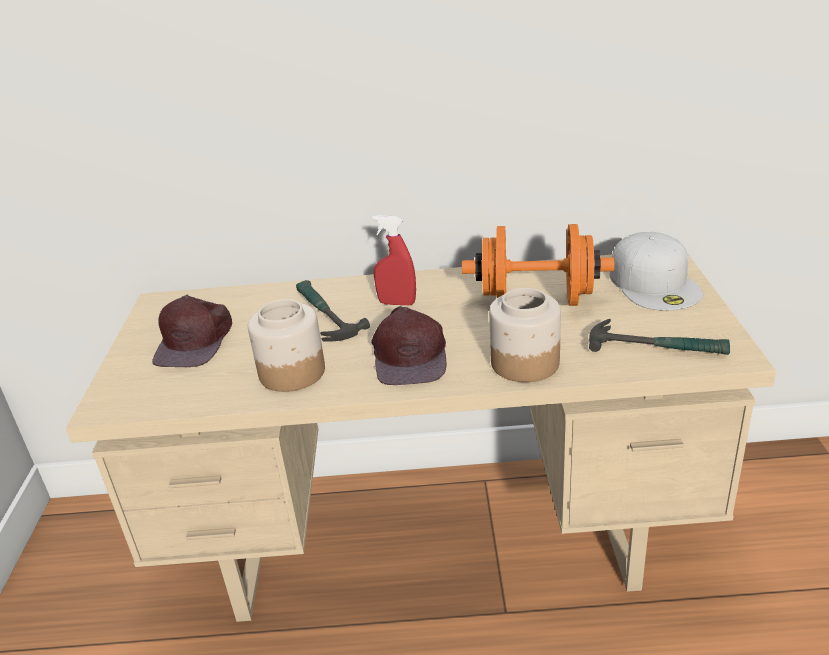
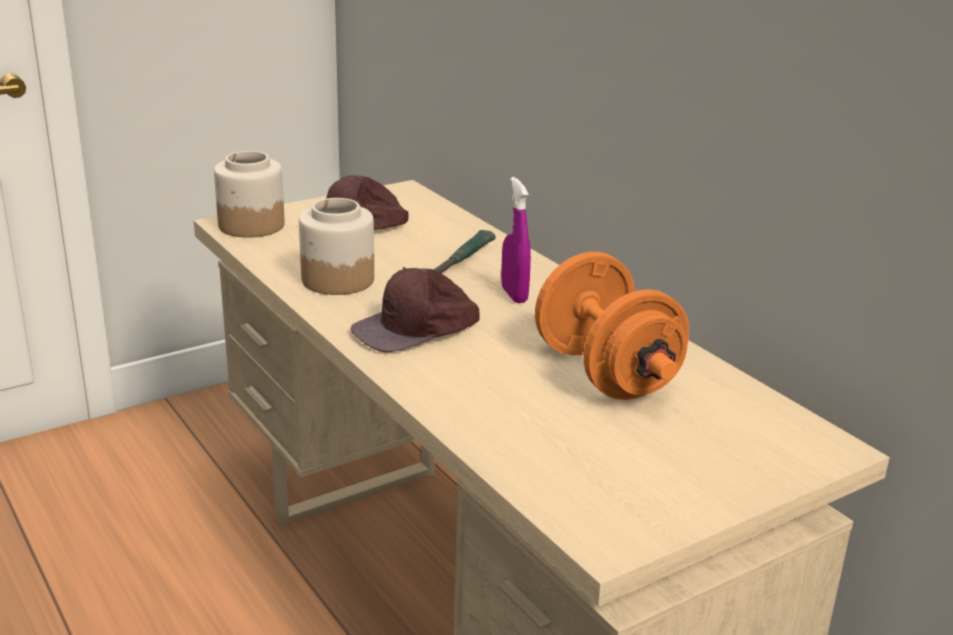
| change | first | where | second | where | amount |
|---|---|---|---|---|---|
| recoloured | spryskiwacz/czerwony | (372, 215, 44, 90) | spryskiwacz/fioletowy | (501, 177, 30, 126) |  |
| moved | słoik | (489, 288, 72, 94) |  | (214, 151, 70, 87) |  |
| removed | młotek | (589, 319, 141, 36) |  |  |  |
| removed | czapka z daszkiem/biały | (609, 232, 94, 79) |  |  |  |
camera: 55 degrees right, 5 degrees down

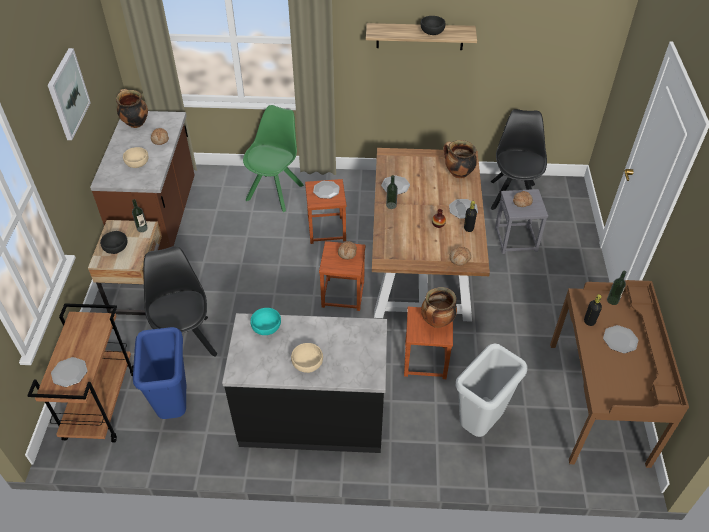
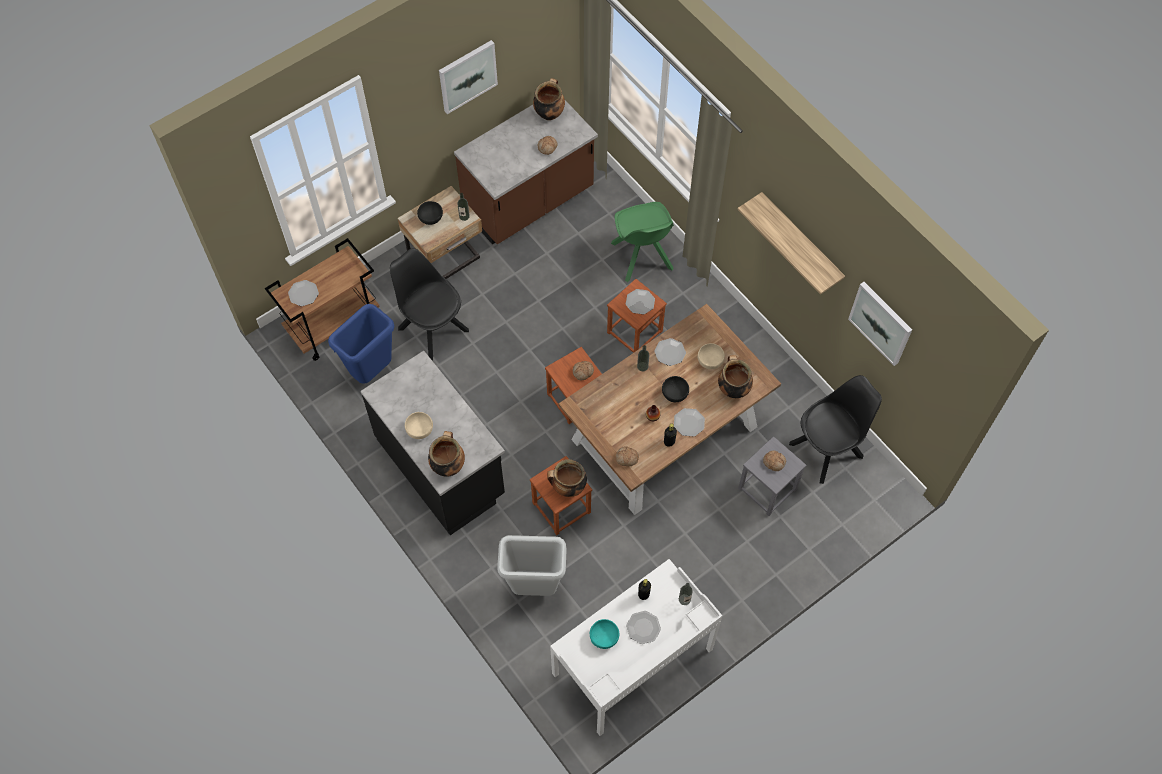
| change | first | where | second | where | amount |
|---|---|---|---|---|---|
| moved | miska/beżowy | (123, 147, 25, 21) |  | (698, 343, 27, 26) |  |
| turned | krzesło/czarny | (143, 246, 74, 111) |  | (390, 248, 79, 113) | 75 degrees counterclockwise |
| turned | krzesło/zielony | (243, 105, 61, 107) |  | (611, 202, 63, 80) | 90 degrees clockwise |
| moved | miska/turkusowy | (250, 308, 31, 27) |  | (590, 619, 29, 30) |  |
| moved | miska/czarny | (420, 16, 25, 19) |  | (662, 376, 27, 26) |  |
| recoloured | biurko/brązowy | (550, 280, 139, 188) | biurko/biały | (550, 559, 172, 177) |  |
| added |  |  | garnek | (428, 431, 37, 46) |  |
| added |  |  | obraz | (848, 282, 64, 84) |  |
camera: 50 degrees right, 15 degrees up

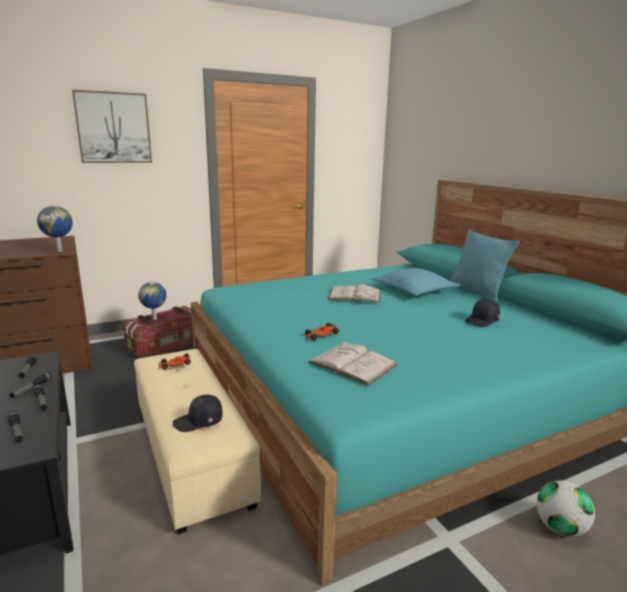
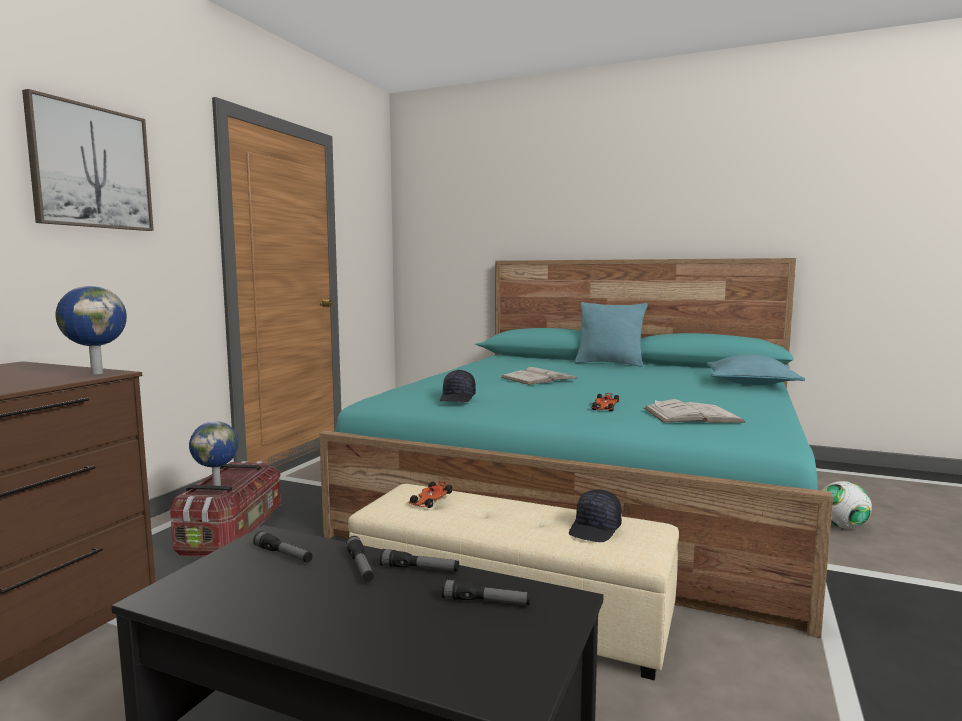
| change | first | where | second | where | amount |
|---|---|---|---|---|---|
| moved | poduszka/turkusowy | (371, 268, 89, 28) |  | (707, 355, 98, 30) |  |
| moved | czapka z daszkiem/czarny | (465, 299, 35, 28) |  | (440, 370, 36, 32) |  |
camera: 40 degrees left, 10 degrees down

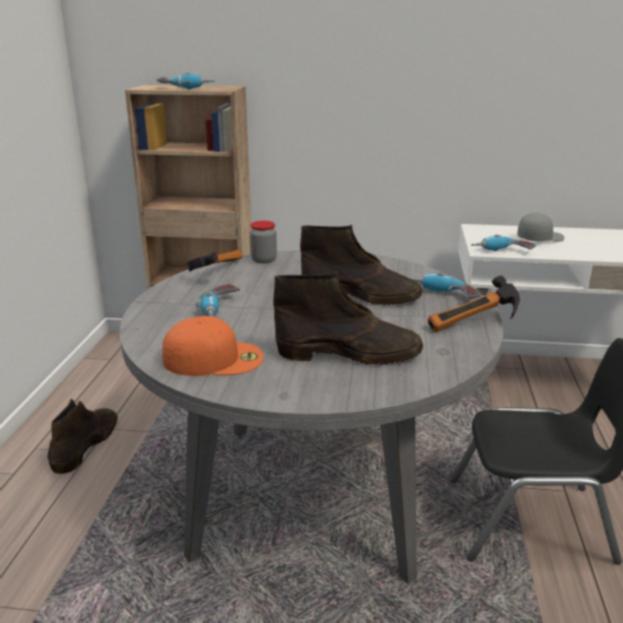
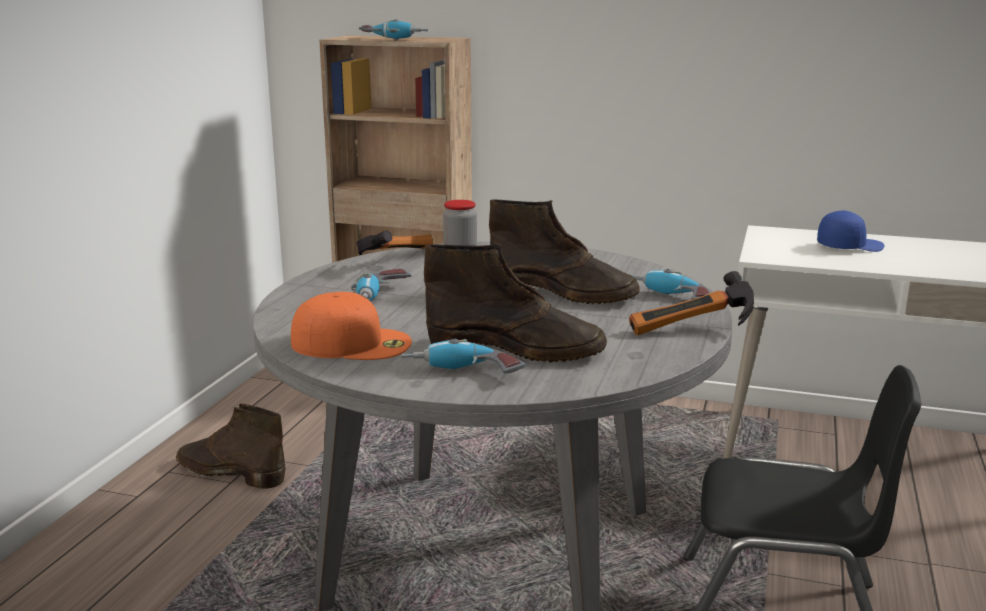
| change | first | where | second | where | amount |
|---|---|---|---|---|---|
| turned | but z cholewką/brązowy | (47, 399, 71, 75) |  | (176, 404, 109, 85) | 90 degrees counterclockwise |
| moved | wiertarka | (471, 235, 65, 16) |  | (402, 338, 124, 36) |  |
| recoloured | czapka z daszkiem/szary | (517, 213, 47, 29) | czapka z daszkiem/niebieski | (817, 210, 68, 42) |  |
camera: 10 degrees right, 5 degrees down

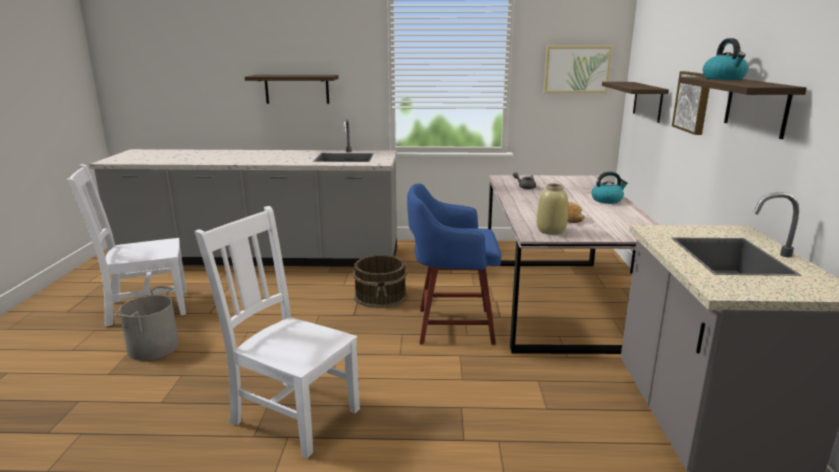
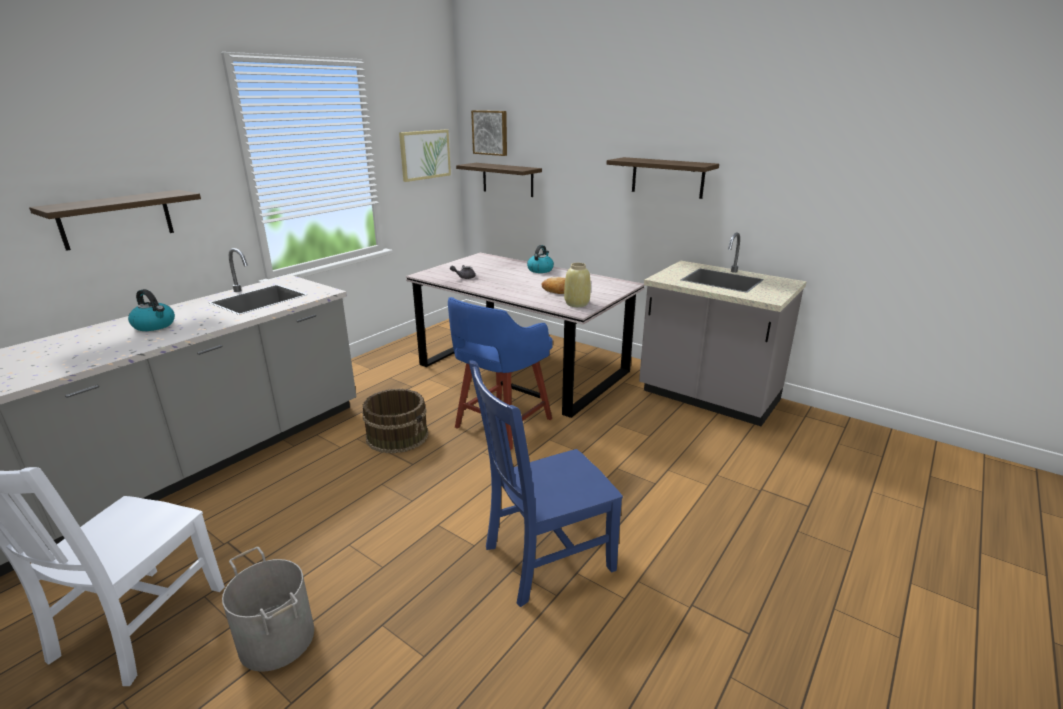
| change | first | where | second | where | amount |
|---|---|---|---|---|---|
| recoloured | krzesło/biały | (195, 206, 165, 252) | krzesło/niebieski | (469, 360, 154, 247) |  |
| moved | obraz | (672, 71, 38, 64) |  | (471, 110, 36, 46) |  |
| moved | czajnik | (703, 38, 46, 42) |  | (128, 289, 47, 42) |  |
camera: 55 degrees left, 5 degrees up

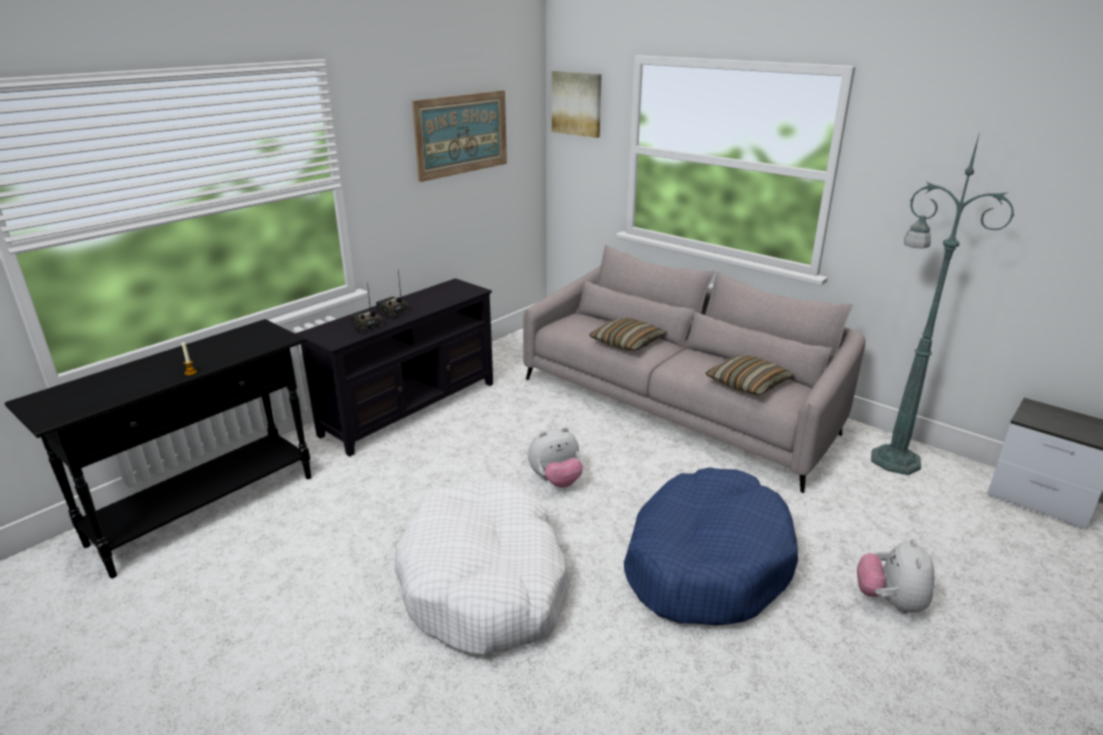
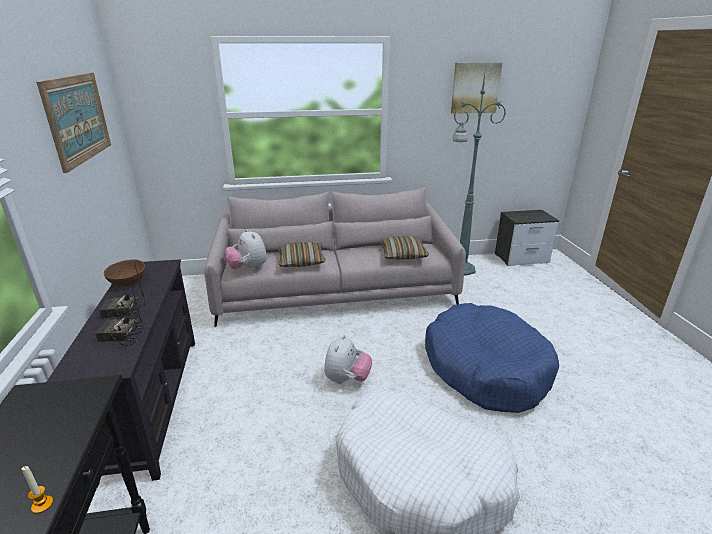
| change | first | where | second | where | amount |
|---|---|---|---|---|---|
| moved | obraz | (552, 71, 50, 67) |  | (451, 62, 52, 52) |  |
| moved | pluszak | (857, 539, 77, 75) |  | (225, 229, 42, 41) |  |
| added |  |  | miska/brązowy | (104, 259, 41, 27) |  |
camera: 50 degrees left, 0 degrees up

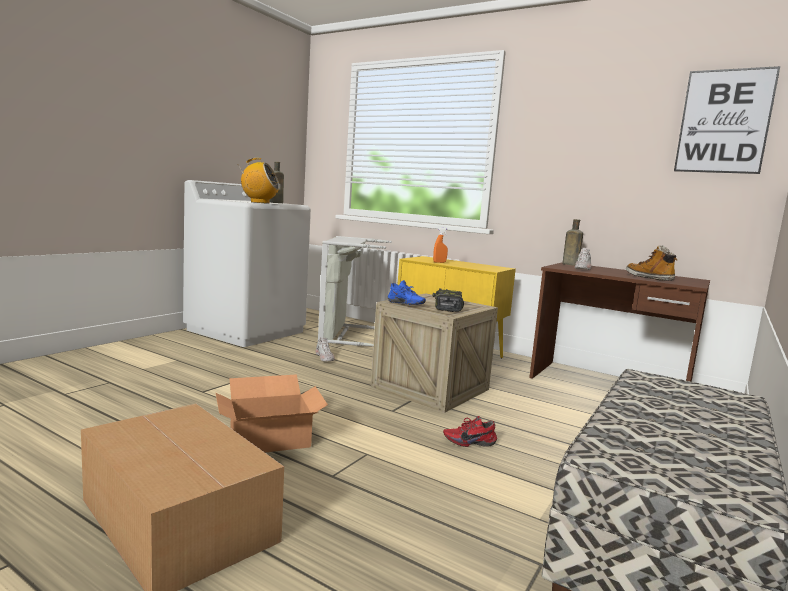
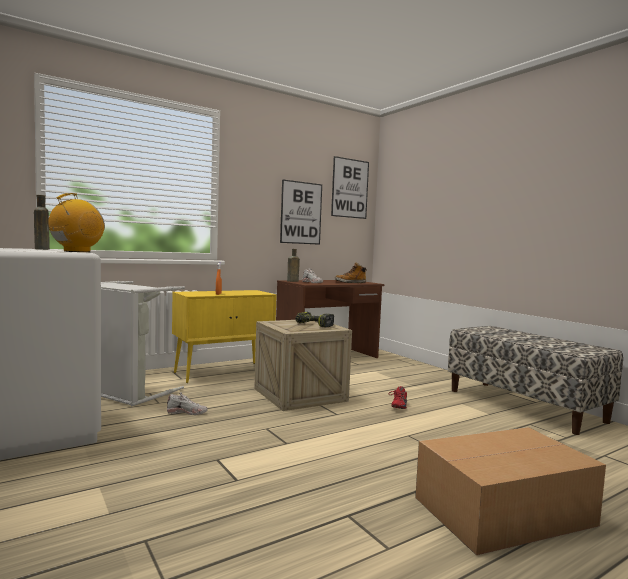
| change | first | where | second | where | amount |
|---|---|---|---|---|---|
| removed | karton | (216, 374, 112, 78) |  |  |  |
| removed | but/niebieski | (388, 280, 38, 25) |  |  |  |
| added |  |  | obraz | (280, 179, 42, 66) |  |
camera: 65 degrees left, 5 degrees down

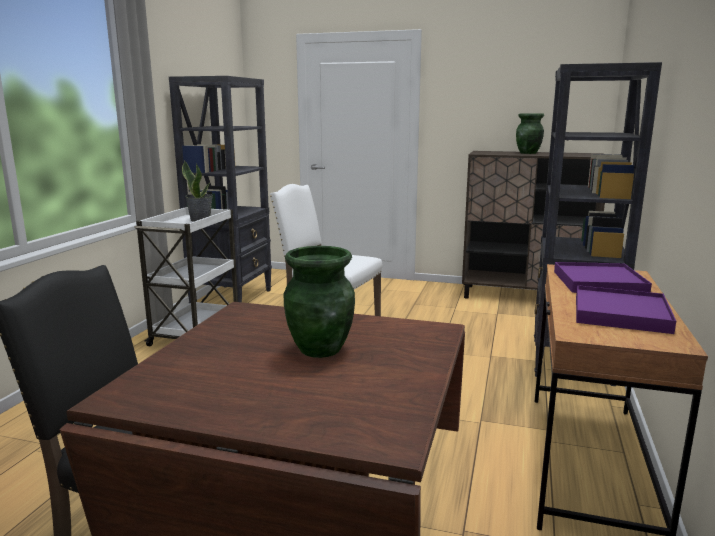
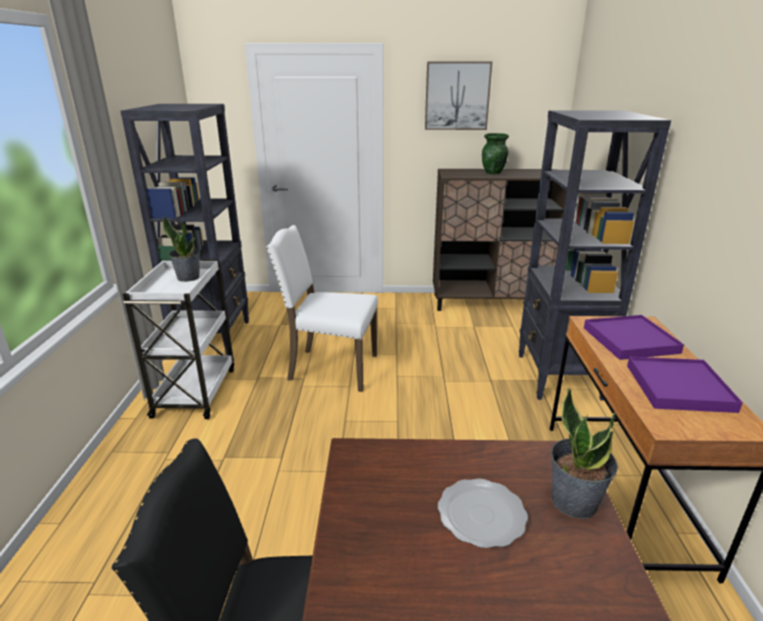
| change | first | where | second | where | amount |
|---|---|---|---|---|---|
| replaced | wazon/zielony | (284, 246, 71, 112) | talerz | (438, 478, 90, 70) |  |
| added |  |  | obraz | (425, 62, 67, 68) |  |
| added |  |  | roślina doniczkowa | (551, 387, 67, 132) |  |
camera: 15 degrees left, 10 degrees up

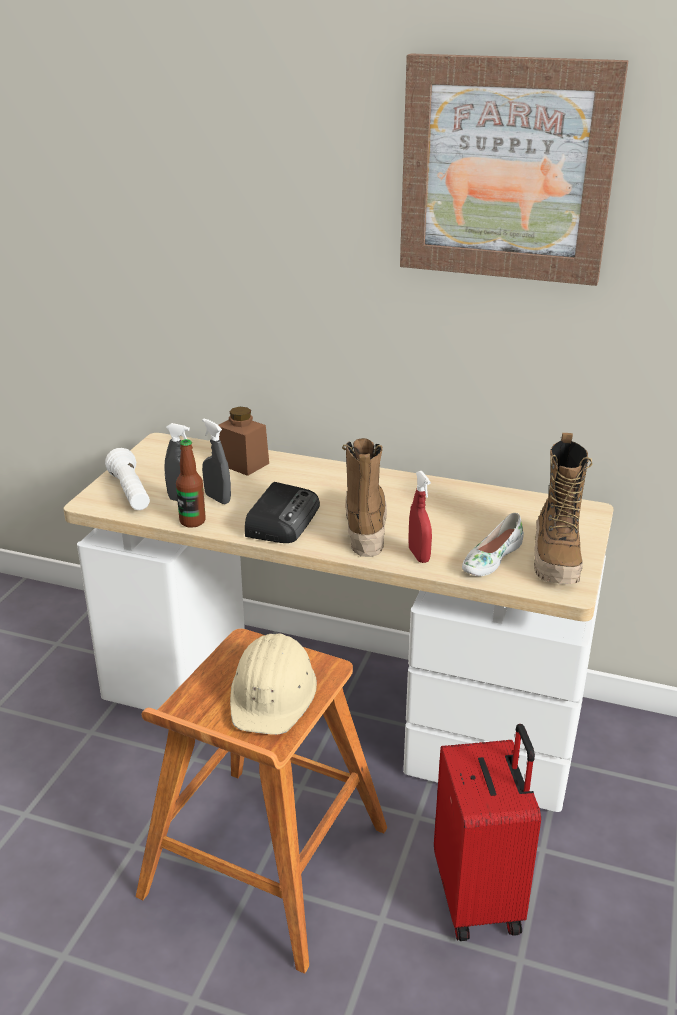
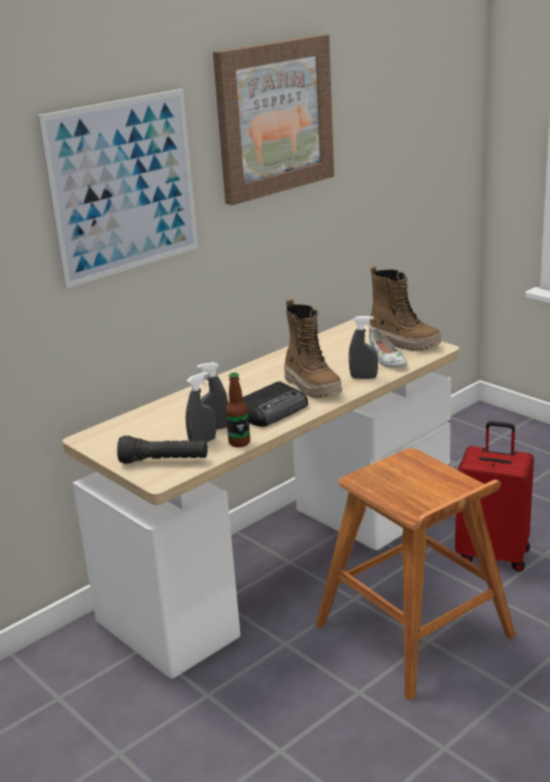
| change | first | where | second | where | amount |
|---|---|---|---|---|---|
| recoloured | latarka/biały | (105, 448, 45, 62) | latarka/czarny | (117, 436, 91, 28) |  |
| removed | słoik/brązowy | (219, 407, 50, 69) |  |  |  |
| removed | kask/beżowy | (230, 634, 87, 101) |  |  |  |
| turned | radio | (245, 482, 75, 61) |  | (242, 381, 66, 46) | 90 degrees clockwise |
| turned | but z cholewką | (342, 438, 45, 119) |  | (284, 299, 58, 99) | 150 degrees counterclockwise |
| recoloured | spryskiwacz/czerwony | (408, 471, 24, 92) | spryskiwacz/szary | (349, 316, 29, 63) |  |
| added |  |  | obraz | (37, 89, 161, 200) |  |
camera: 60 degrees left, 5 degrees down

